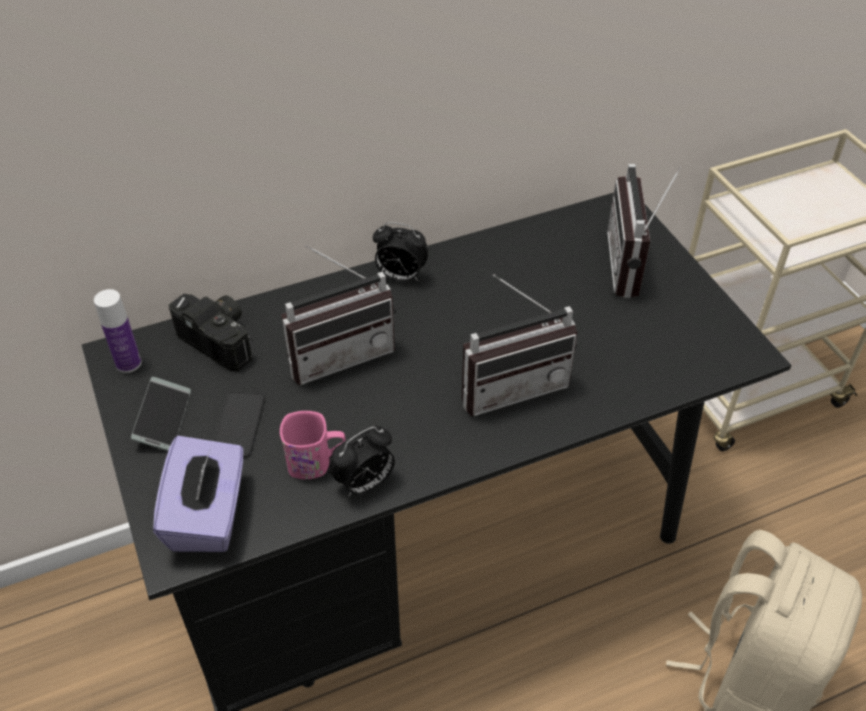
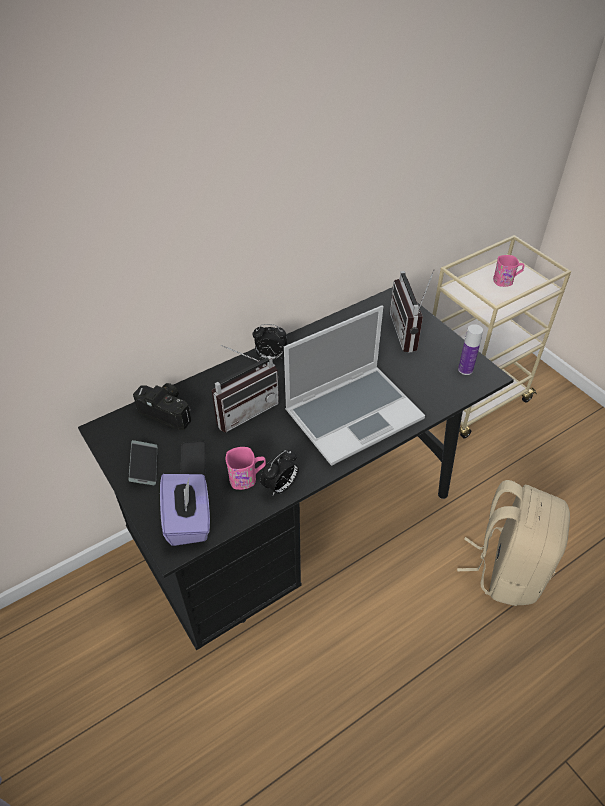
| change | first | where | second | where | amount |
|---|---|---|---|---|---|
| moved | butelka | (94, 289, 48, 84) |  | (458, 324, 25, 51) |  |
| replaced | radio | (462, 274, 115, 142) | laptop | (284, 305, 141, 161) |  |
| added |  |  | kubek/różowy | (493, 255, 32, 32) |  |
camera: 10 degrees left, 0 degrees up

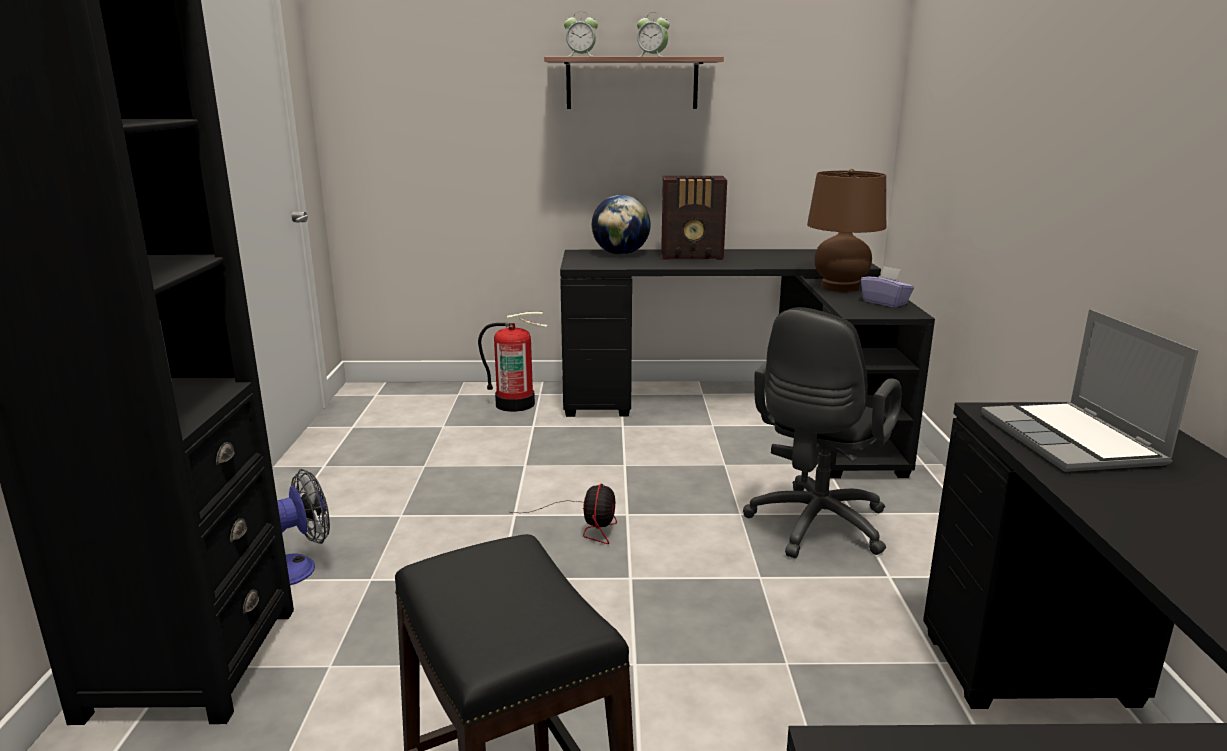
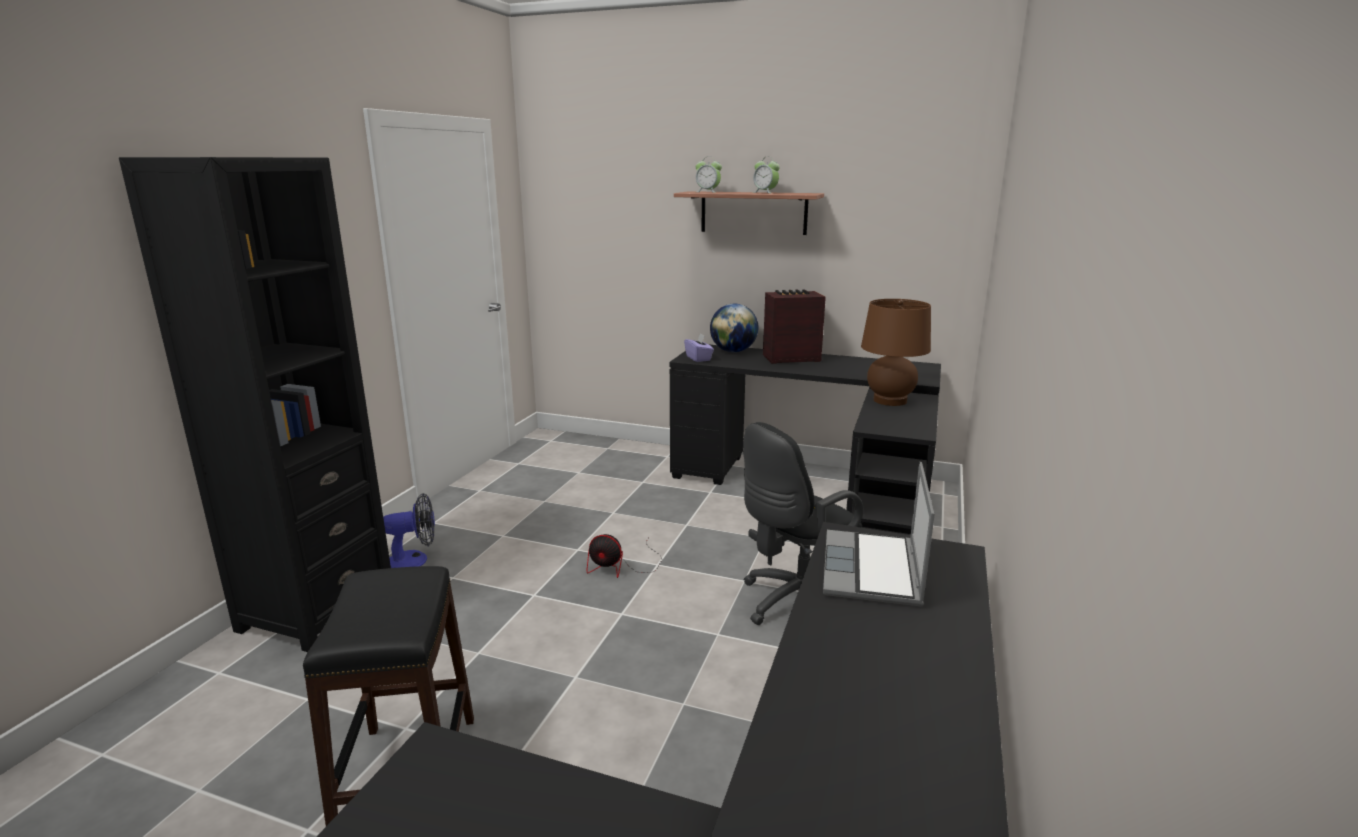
| change | first | where | second | where | amount |
|---|---|---|---|---|---|
| removed | gaśnica | (478, 311, 70, 101) |  |  |  |
| turned | wentylator | (512, 484, 105, 60) |  | (587, 534, 75, 44) | 75 degrees clockwise |
| turned | radio | (661, 176, 66, 84) |  | (763, 289, 63, 75) | 150 degrees clockwise |
| moved | pudełko chusteczek/fioletowy | (861, 266, 53, 41) |  | (684, 333, 30, 29) |  |
camera: 20 degrees right, 0 degrees up

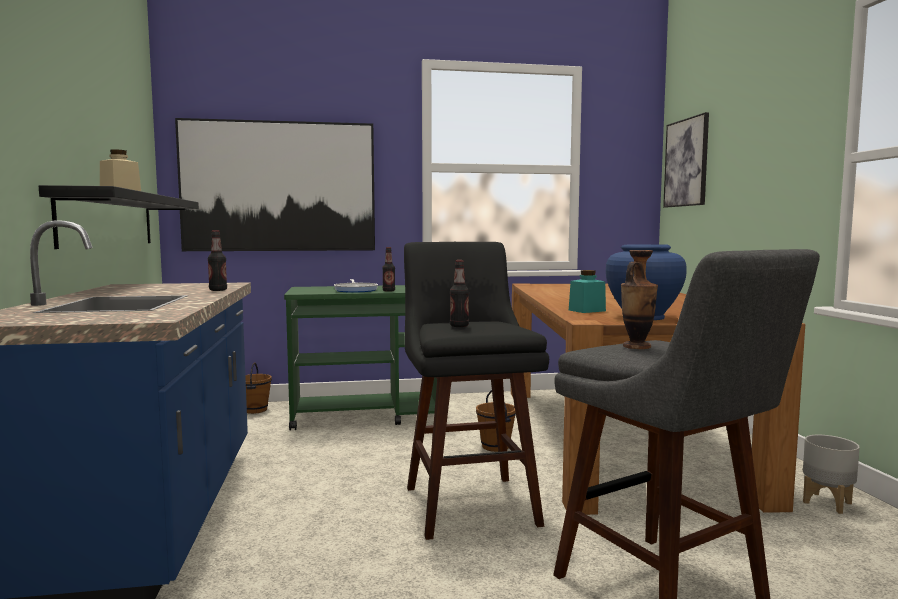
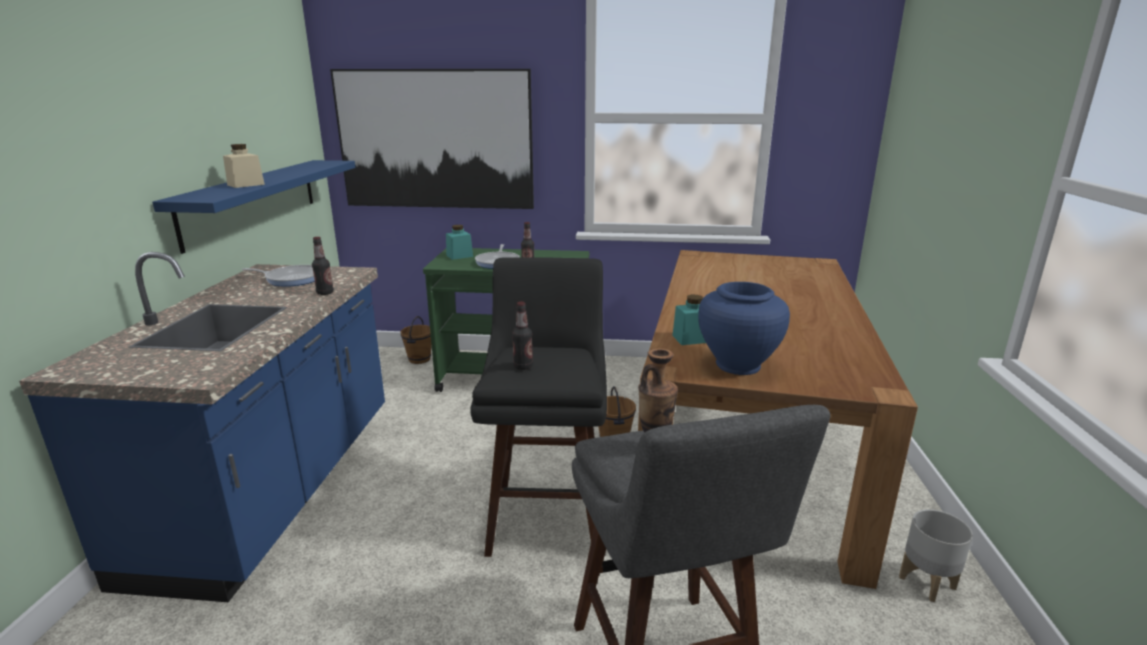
| change | first | where | second | where | amount |
|---|---|---|---|---|---|
| recoloured | półka/czarny | (39, 185, 160, 64) | półka/niebieski | (152, 160, 203, 94) |  |
| removed | obraz | (663, 112, 46, 95) |  |  |  |
| added |  |  | patelnia | (242, 265, 73, 22) |  |
| added |  |  | słoik/turkusowy | (446, 225, 27, 35) |  |
camera: 15 degrees right, 15 degrees up

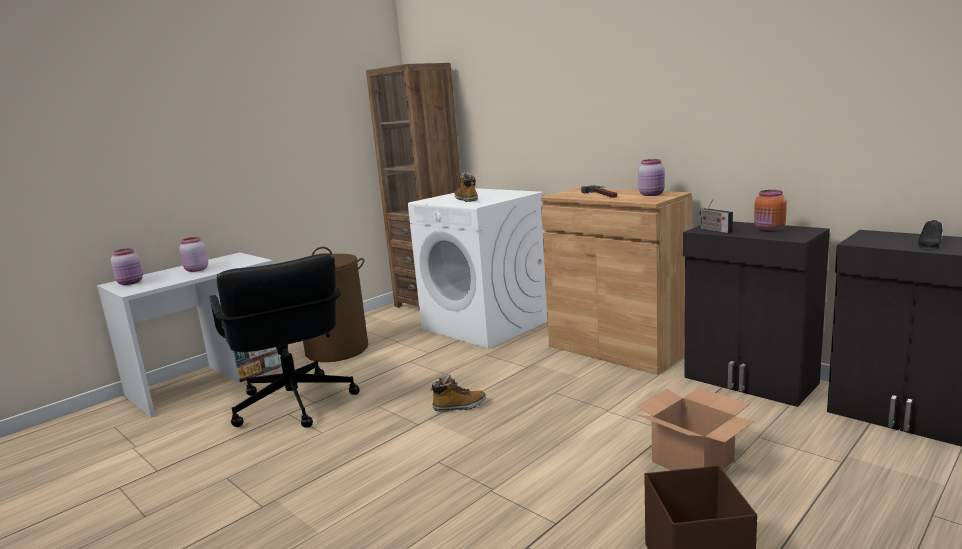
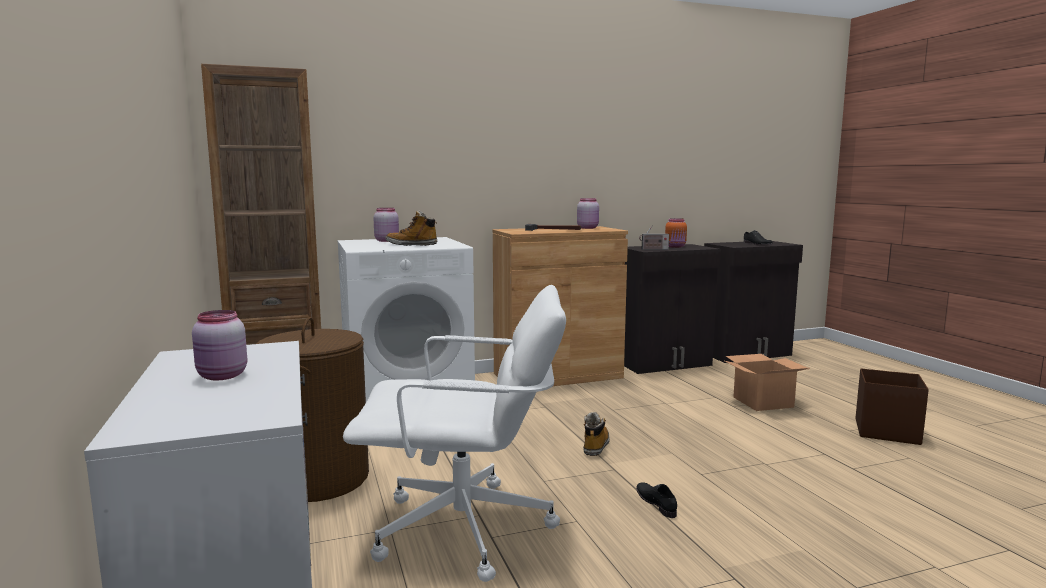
| change | first | where | second | where | amount |
|---|---|---|---|---|---|
| moved | słoik/różowy | (111, 248, 32, 37) |  | (374, 208, 25, 34) |  |
| recoloured | krzesło biurowe/czarny | (210, 253, 150, 175) | krzesło biurowe/biały | (343, 285, 223, 297) |  |
| added |  |  | but/czarny | (636, 482, 41, 36) |  |
camera: 65 degrees left, 5 degrees down

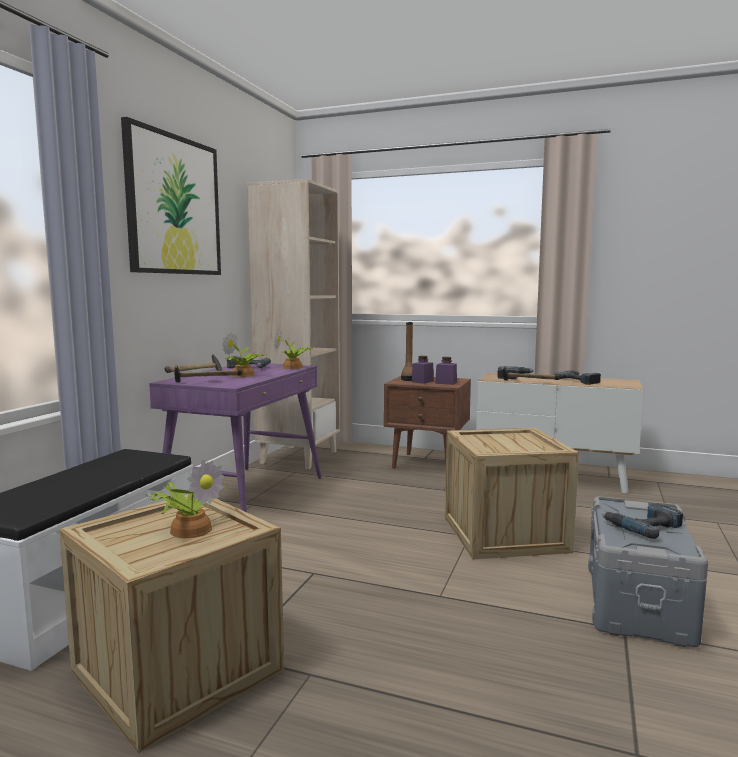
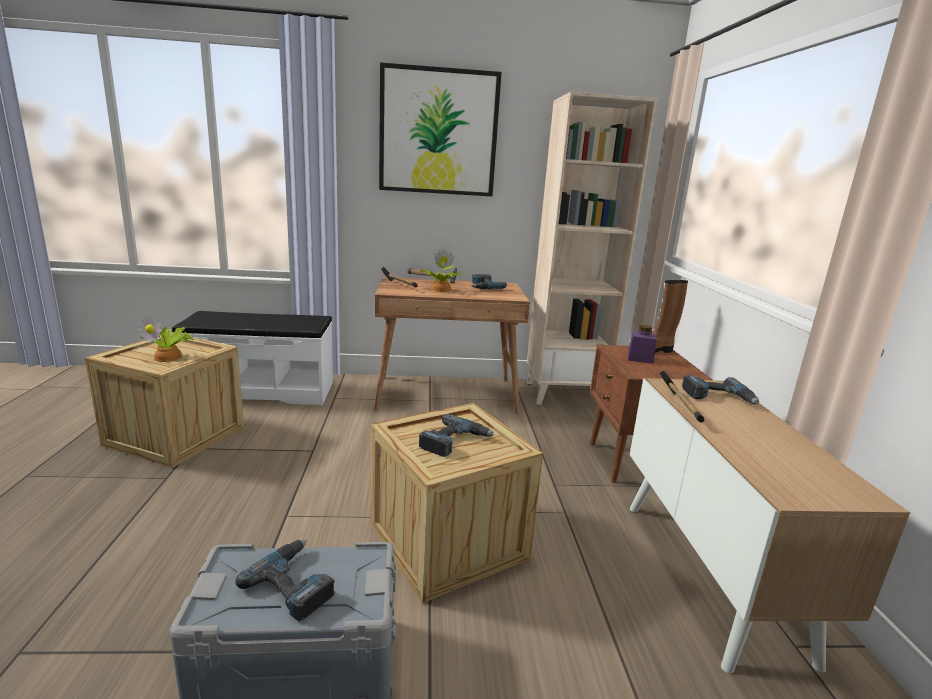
| change | first | where | second | where | amount |
|---|---|---|---|---|---|
| recoloured | biurko/fioletowy | (149, 364, 173, 148) | biurko/brązowy | (374, 277, 156, 137) |  |
| removed | roślina doniczkowa | (274, 328, 38, 41) |  |  |  |
| removed | słoik/fioletowy | (435, 357, 22, 28) |  |  |  |
| moved | wiertarka | (554, 370, 47, 15) |  | (419, 414, 76, 43) |  |
camera: 65 degrees right, 10 degrees up

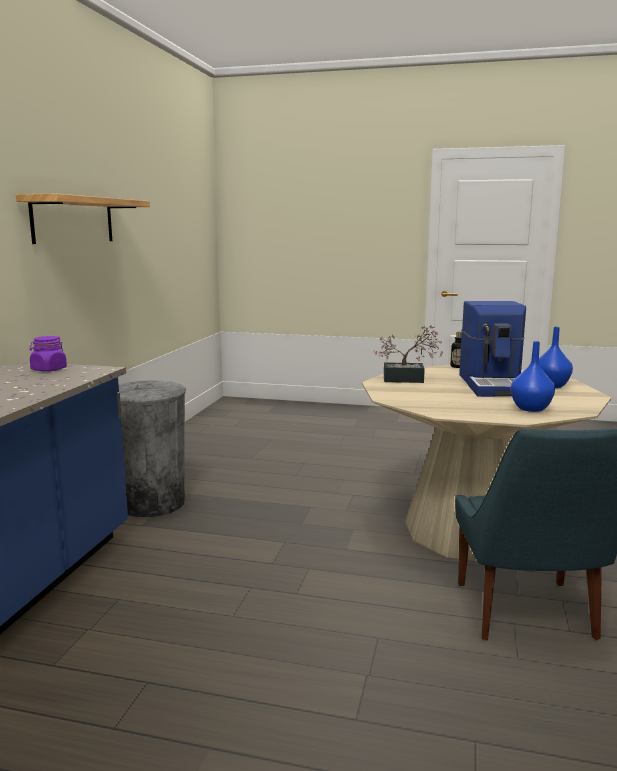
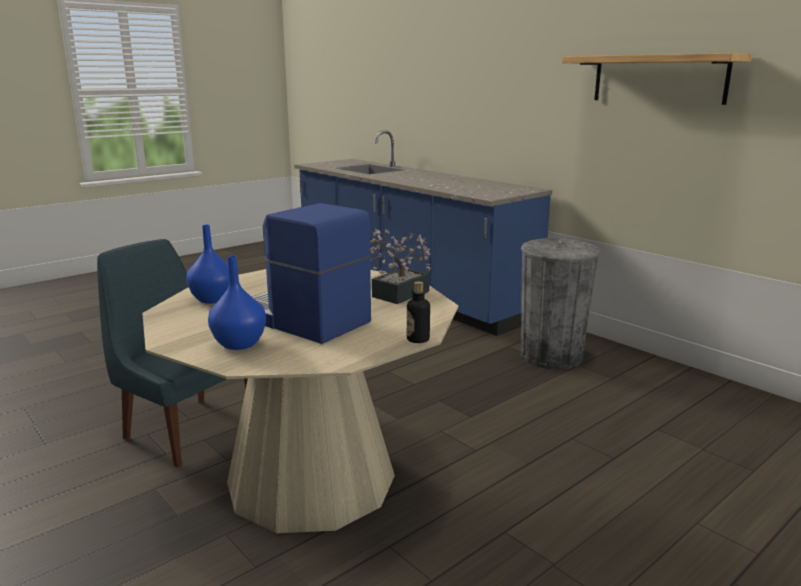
| change | first | where | second | where | amount |
|---|---|---|---|---|---|
| removed | słoik/fioletowy | (29, 336, 38, 36) |  |  |  |
camera: 125 degrees right, 5 degrees up

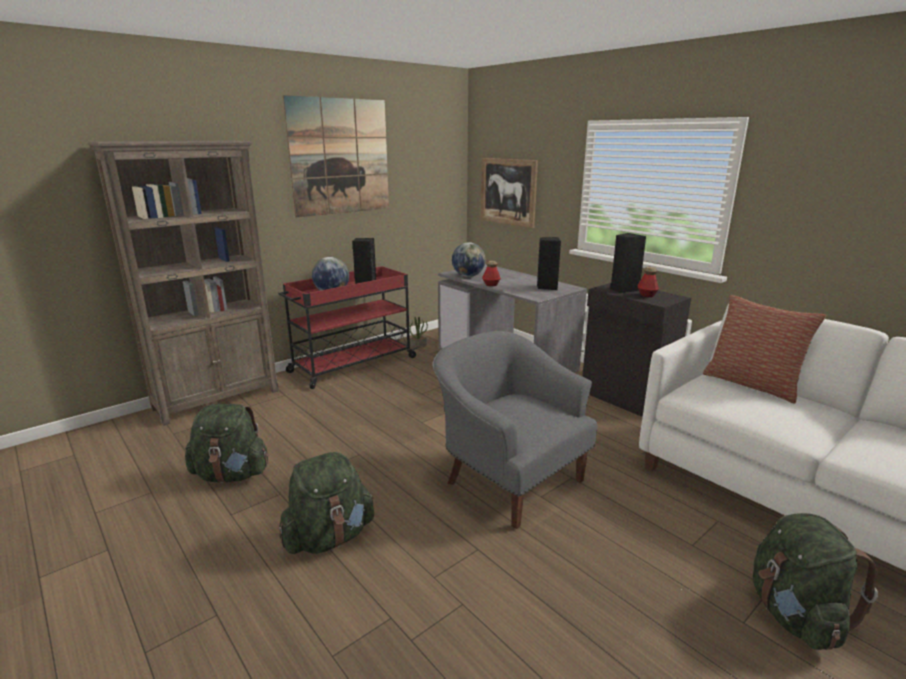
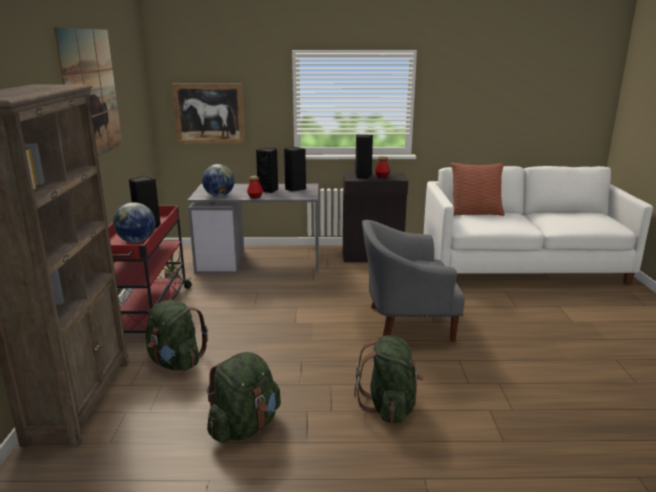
| change | first | where | second | where | amount |
|---|---|---|---|---|---|
| moved | plecak/zielony | (753, 513, 125, 137) |  | (146, 300, 62, 70) |  |
| added |  |  | głośnik/czarny | (256, 148, 22, 45) |  |
camera: 50 degrees left, 0 degrees up

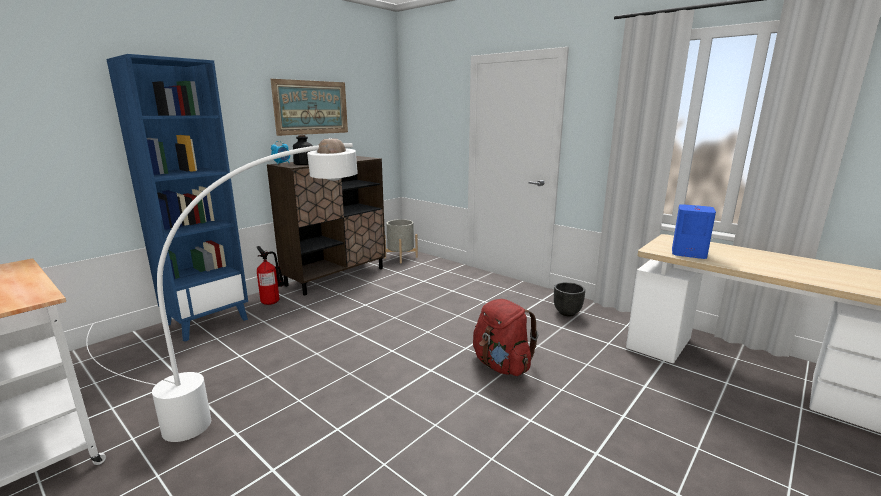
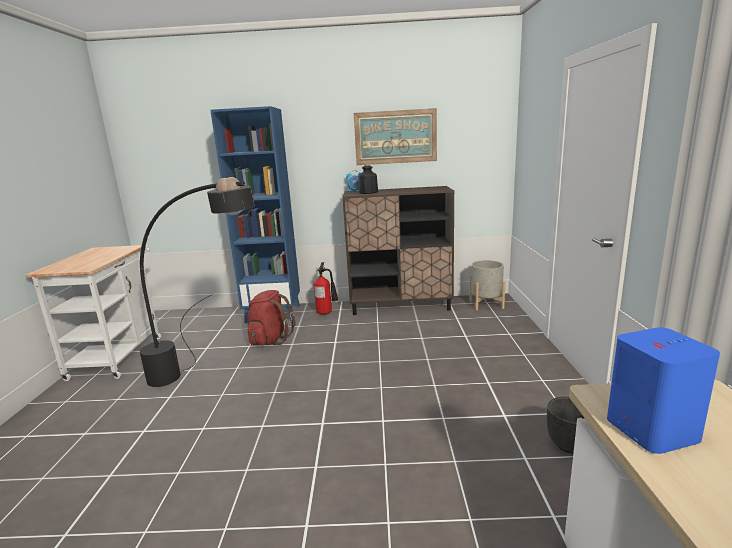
| change | first | where | second | where | amount |
|---|---|---|---|---|---|
| recoloured | lampa stojąca/biały | (86, 138, 272, 304) | lampa stojąca/czarny | (140, 176, 115, 211) |  |
| moved | plecak/czerwony | (473, 299, 65, 77) |  | (247, 290, 49, 55) |  |
camera: 50 degrees right, 0 degrees up

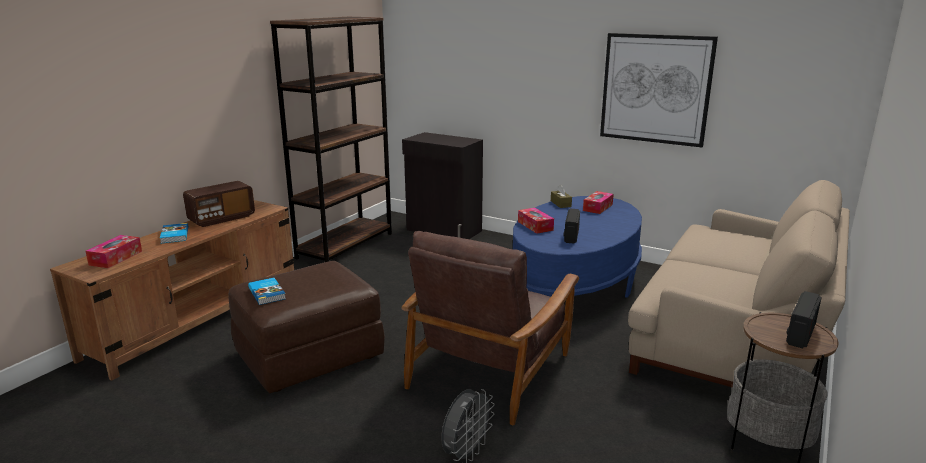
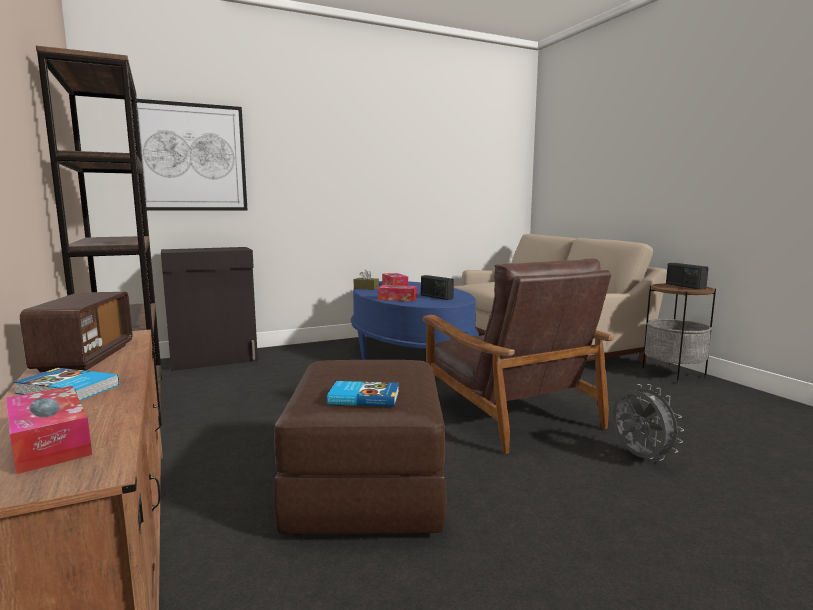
| change | first | where | second | where | amount |
|---|---|---|---|---|---|
| moved | obraz | (600, 33, 118, 114) |  | (131, 99, 116, 112) |  |
camera: 55 degrees left, 10 degrees down

